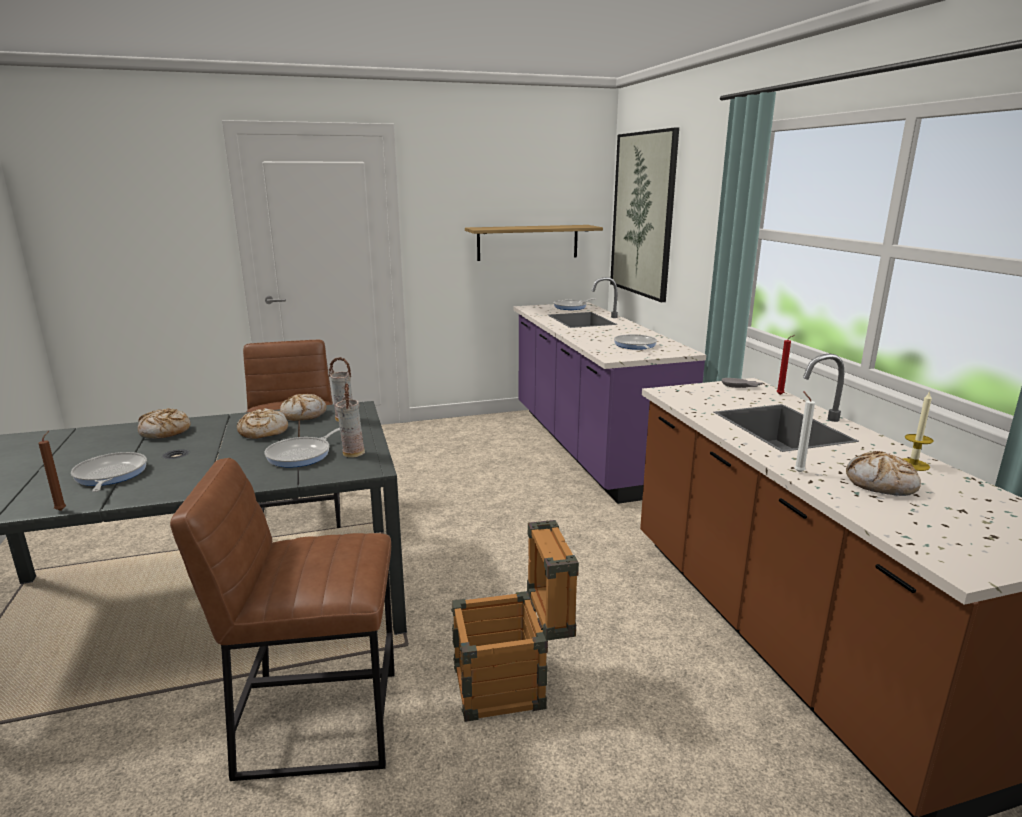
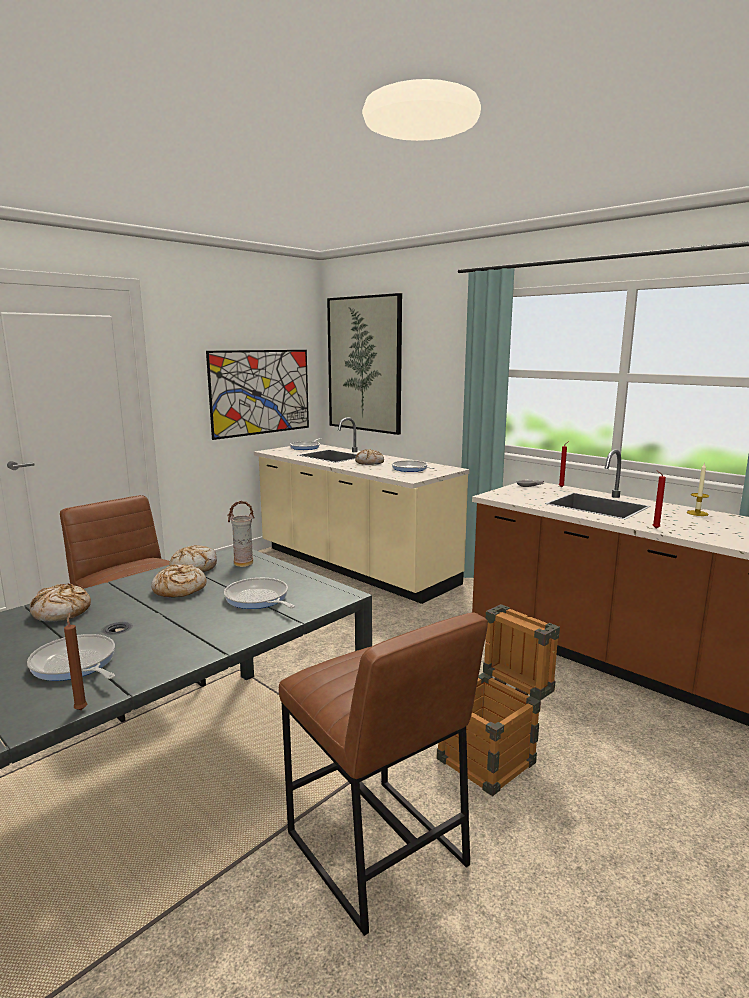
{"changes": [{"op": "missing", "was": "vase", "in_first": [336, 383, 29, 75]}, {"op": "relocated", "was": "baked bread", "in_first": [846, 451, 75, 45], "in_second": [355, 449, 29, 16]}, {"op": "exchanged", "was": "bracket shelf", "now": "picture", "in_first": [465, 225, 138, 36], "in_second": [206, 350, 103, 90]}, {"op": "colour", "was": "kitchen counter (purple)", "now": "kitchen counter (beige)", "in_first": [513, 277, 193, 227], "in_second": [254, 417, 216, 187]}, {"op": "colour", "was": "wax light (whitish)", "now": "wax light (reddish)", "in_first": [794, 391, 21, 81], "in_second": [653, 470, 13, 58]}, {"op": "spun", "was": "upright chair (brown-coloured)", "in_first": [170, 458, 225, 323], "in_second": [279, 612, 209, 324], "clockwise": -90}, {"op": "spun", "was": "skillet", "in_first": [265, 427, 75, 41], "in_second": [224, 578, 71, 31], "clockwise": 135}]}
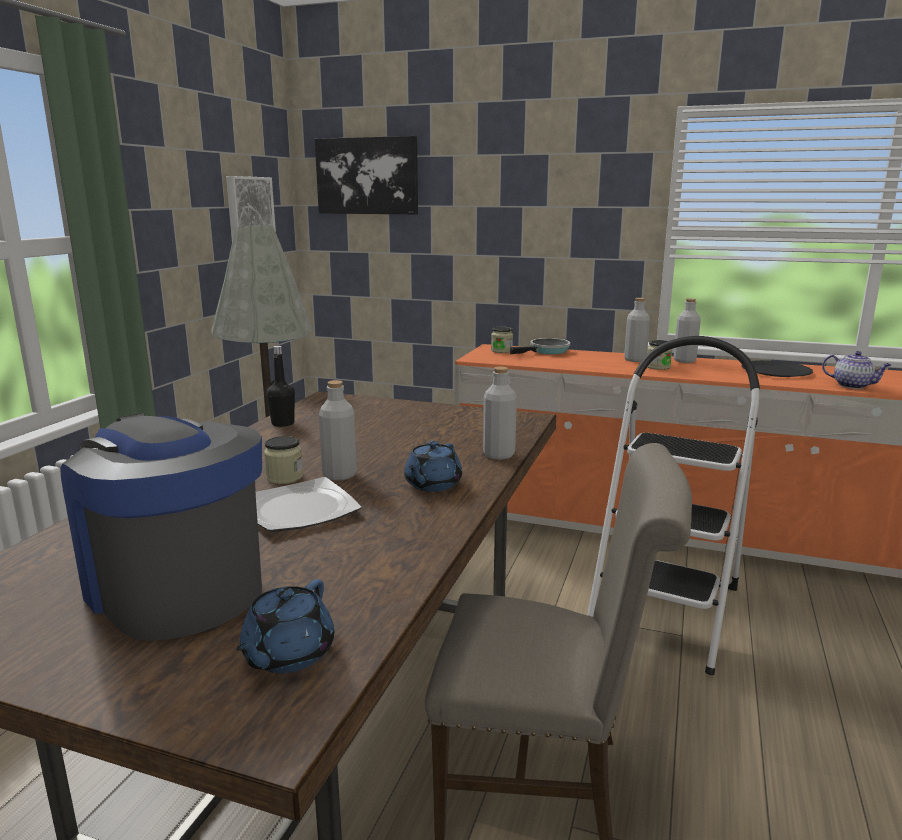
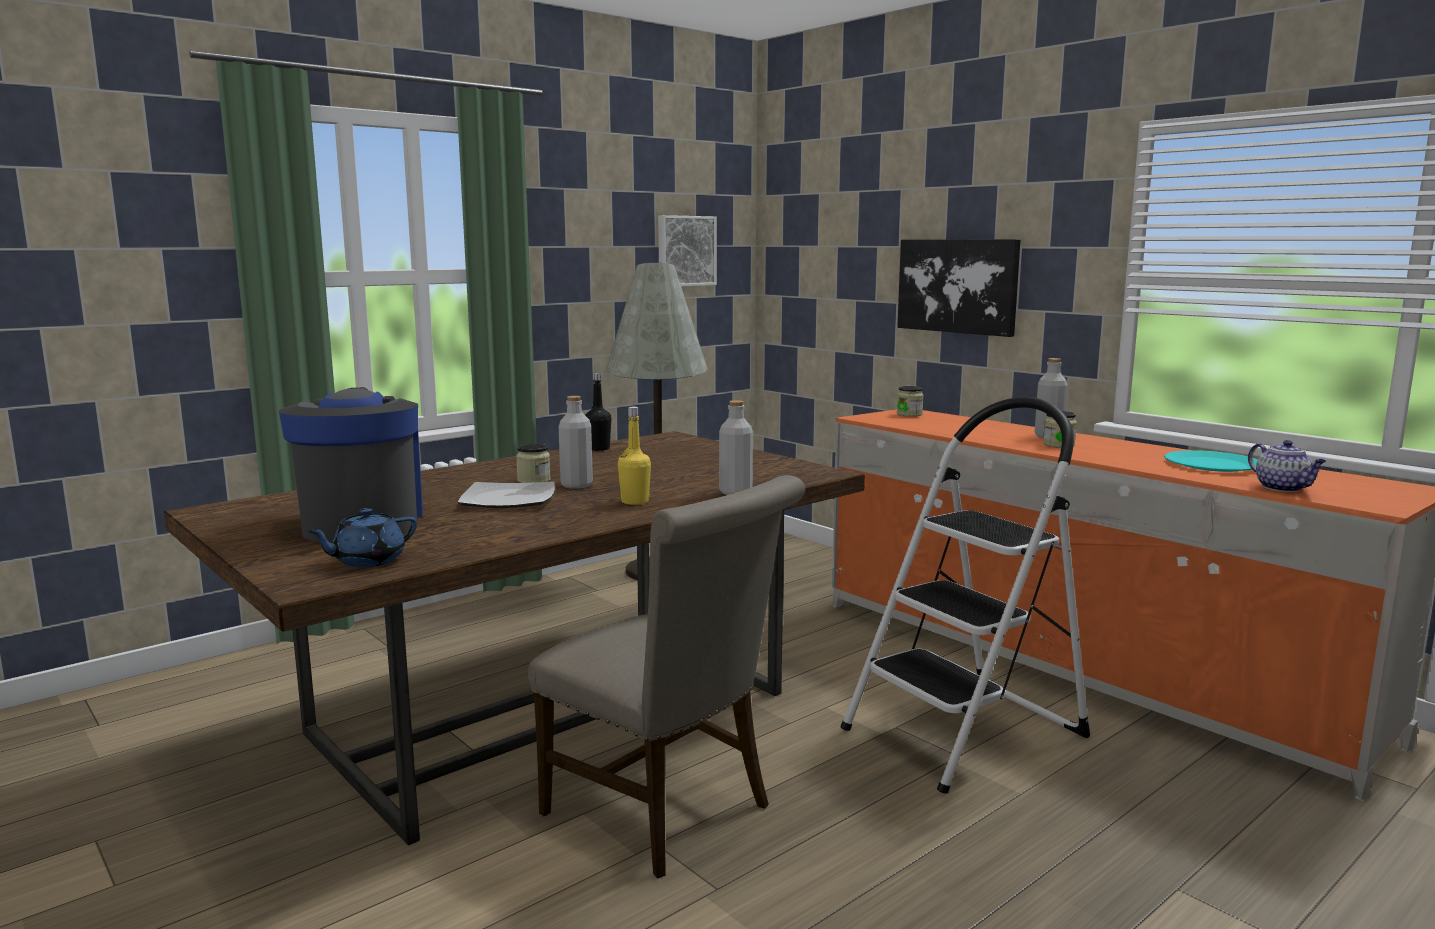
{"changes": [{"op": "missing", "was": "skillet", "in_first": [510, 338, 60, 16]}, {"op": "missing", "was": "beverage bottle (gray)", "in_first": [673, 298, 28, 65]}, {"op": "relocated", "was": "picture", "in_first": [315, 136, 103, 79], "in_second": [897, 239, 123, 98]}, {"op": "exchanged", "was": "pot for tea (blue)", "now": "beverage bottle (yellow-coloured)", "in_first": [404, 441, 58, 51], "in_second": [618, 407, 33, 98]}, {"op": "colour", "was": "flat dish (blackish)", "now": "flat dish (turquoise-coloured)", "in_first": [741, 360, 72, 17], "in_second": [1164, 450, 93, 22]}]}
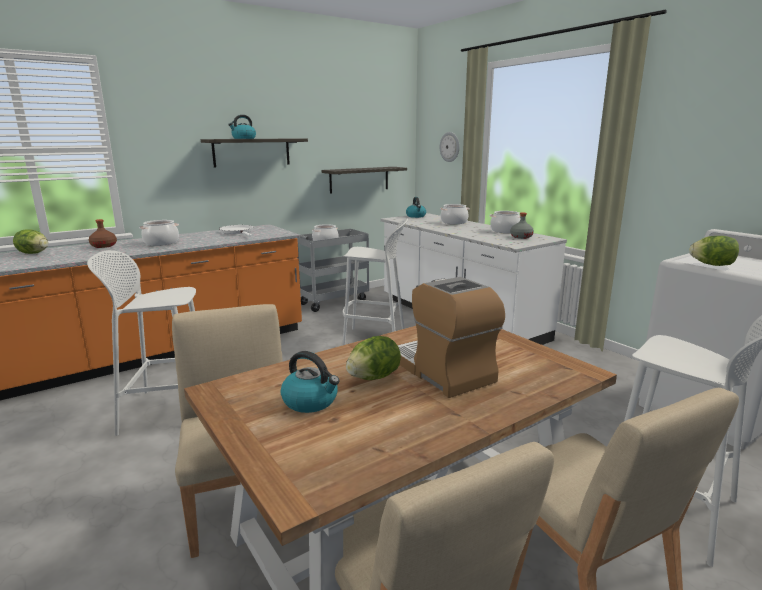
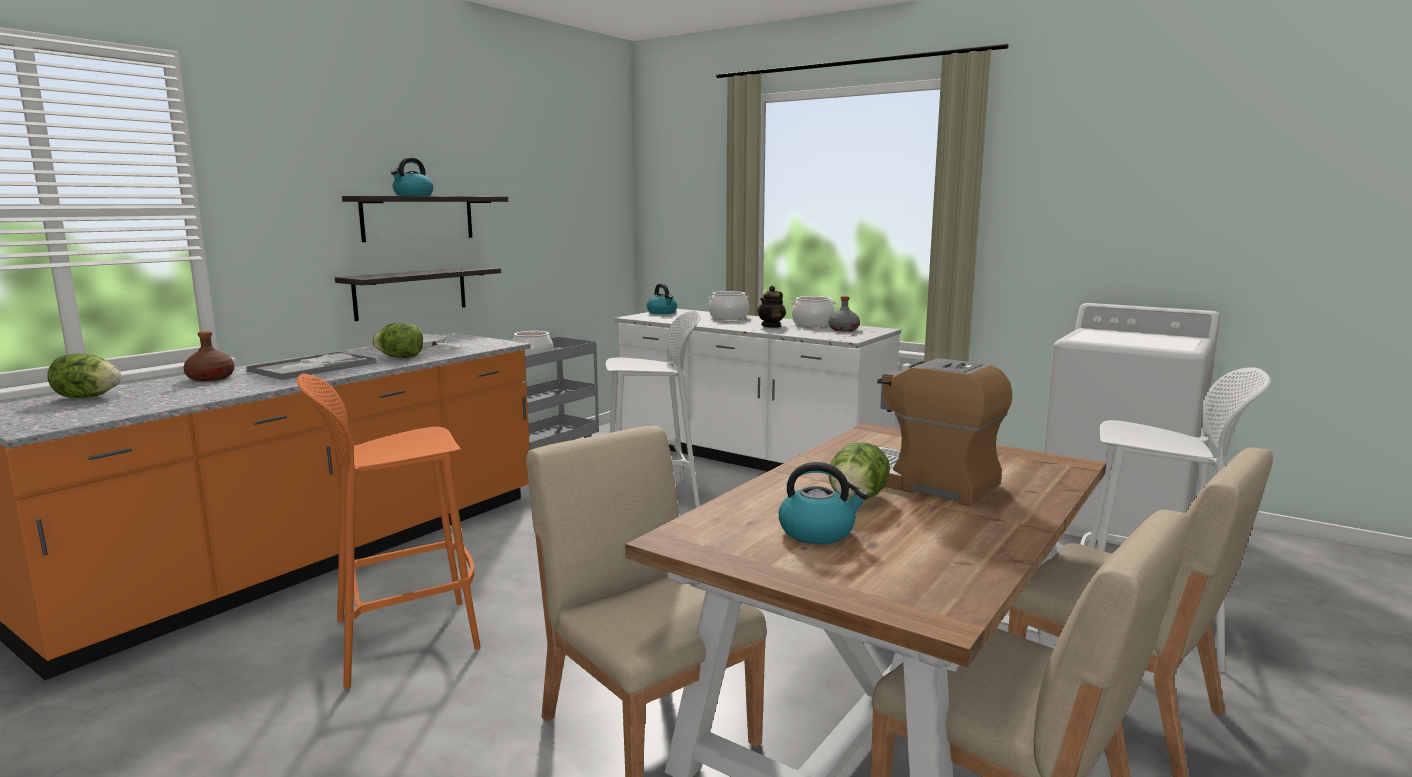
{"changes": [{"op": "missing", "was": "hanging clock", "in_first": [440, 132, 19, 30]}, {"op": "appeared", "now": "pot for tea", "in_second": [757, 286, 29, 42]}, {"op": "relocated", "was": "bracket shelf", "in_first": [321, 167, 86, 27], "in_second": [335, 267, 166, 54]}, {"op": "relocated", "was": "head of lettuce", "in_first": [689, 236, 50, 30], "in_second": [372, 323, 51, 35]}, {"op": "exchanged", "was": "saucepot", "now": "carrying tray", "in_first": [139, 220, 40, 26], "in_second": [246, 351, 130, 29]}, {"op": "colour", "was": "sitting stool (whitish)", "now": "sitting stool (orange)", "in_first": [87, 250, 109, 186], "in_second": [297, 374, 184, 315]}]}
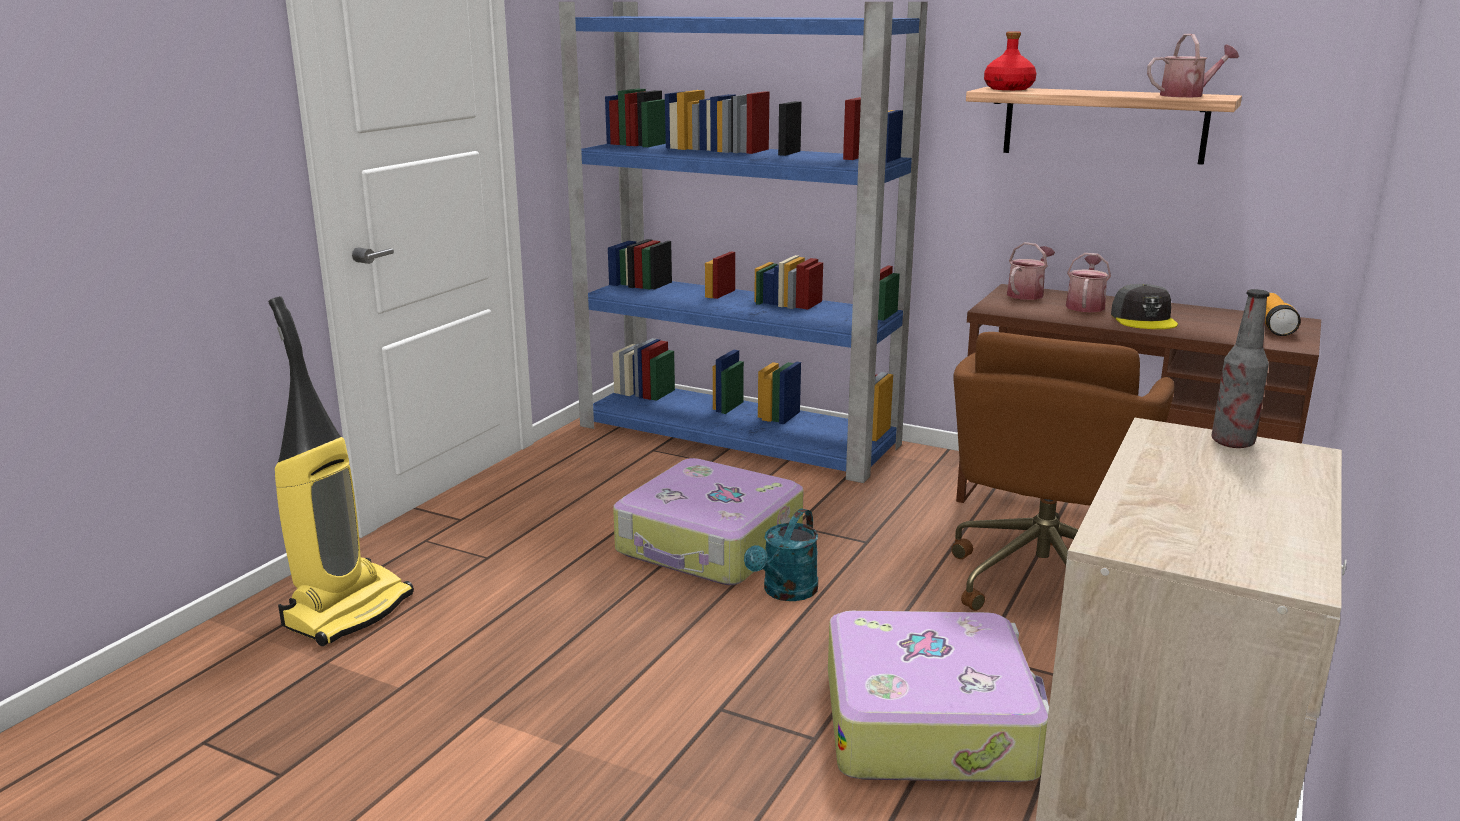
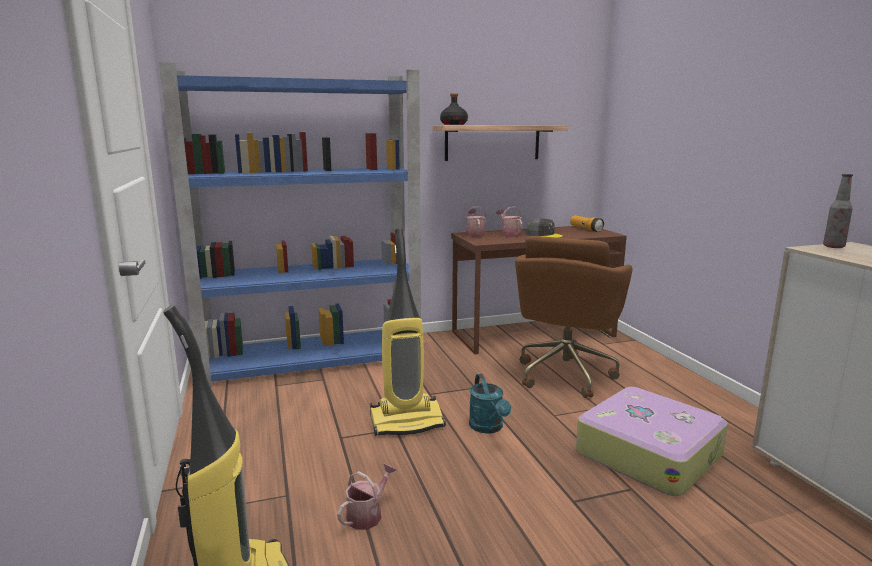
{"changes": [{"op": "relocated", "was": "sprinkling can", "in_first": [1147, 34, 92, 63], "in_second": [337, 463, 60, 67]}, {"op": "exchanged", "was": "suitcase", "now": "hoover", "in_first": [613, 458, 191, 127], "in_second": [370, 228, 76, 208]}, {"op": "colour", "was": "beverage bottle (reddish)", "now": "beverage bottle (blackish)", "in_first": [984, 31, 52, 59], "in_second": [440, 93, 28, 32]}, {"op": "spun", "was": "computer chair (brown-coloured)", "in_first": [951, 332, 223, 279], "in_second": [515, 236, 118, 162], "clockwise": 45}]}
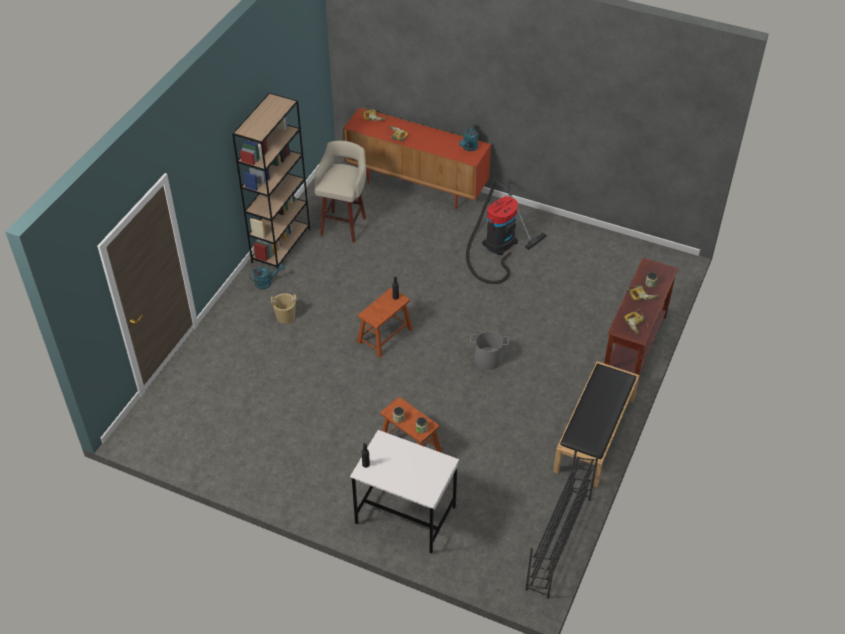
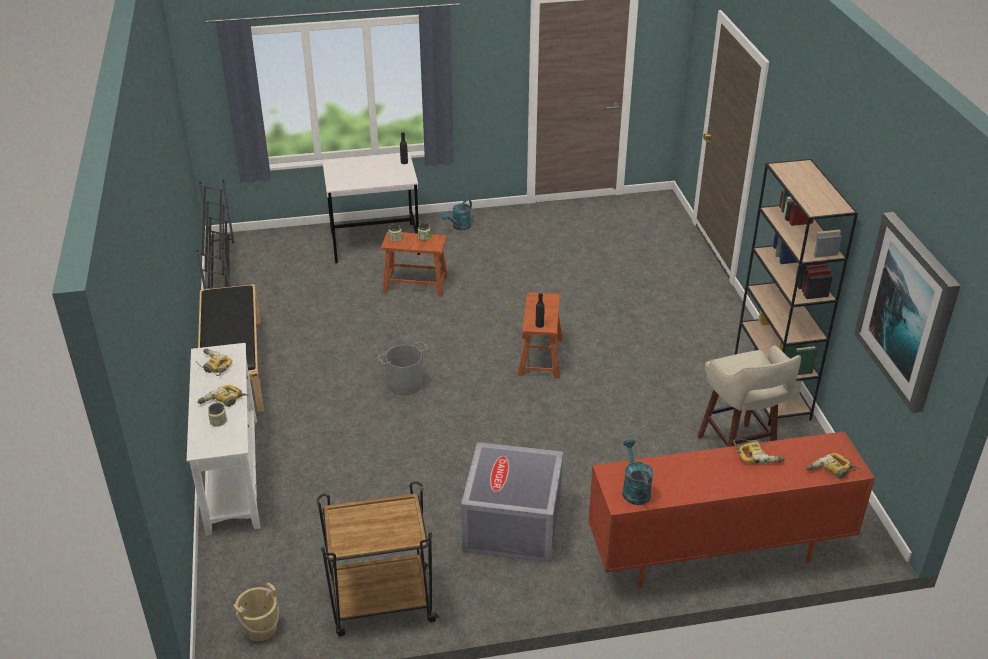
{"changes": [{"op": "appeared", "now": "trolley (brown-coloured)", "in_second": [317, 481, 122, 155]}, {"op": "appeared", "now": "picture", "in_second": [854, 212, 107, 201]}, {"op": "relocated", "was": "sprinkling can (turquoise-coloured)", "in_first": [249, 264, 36, 25], "in_second": [441, 199, 31, 31]}, {"op": "relocated", "was": "pail (beige)", "in_first": [271, 293, 26, 31], "in_second": [233, 582, 46, 59]}, {"op": "exchanged", "was": "hoover", "now": "storage box (gray)", "in_first": [466, 177, 80, 107], "in_second": [461, 442, 102, 121]}, {"op": "colour", "was": "hall table (brown-coloured)", "now": "hall table (whitish)", "in_first": [604, 258, 75, 117], "in_second": [187, 343, 73, 193]}]}
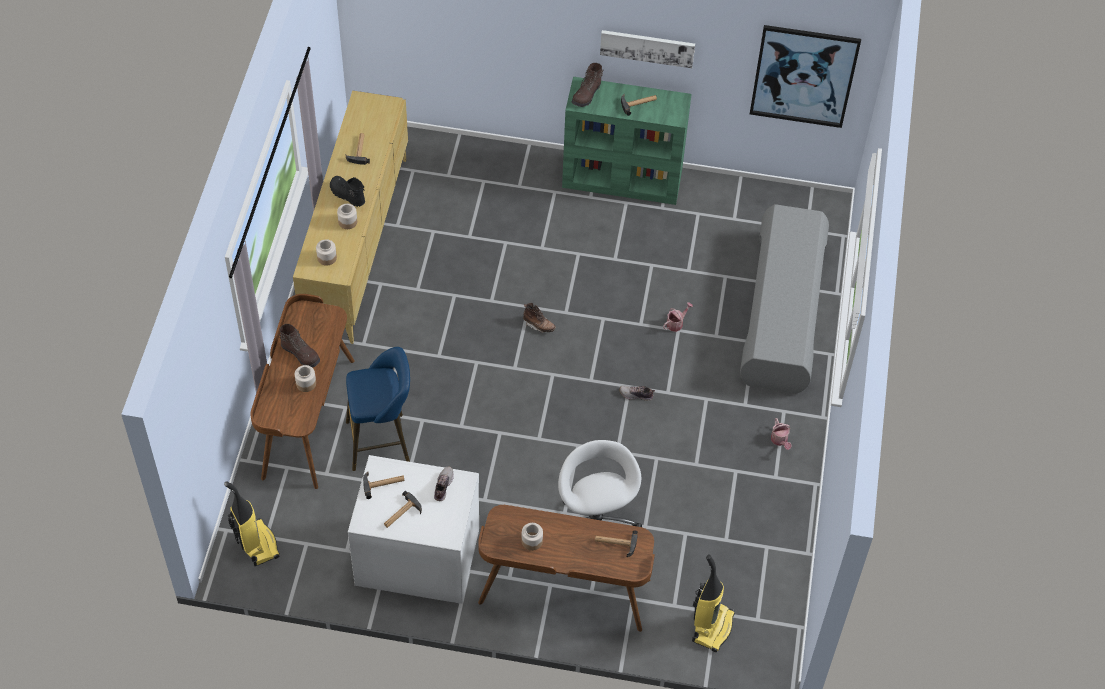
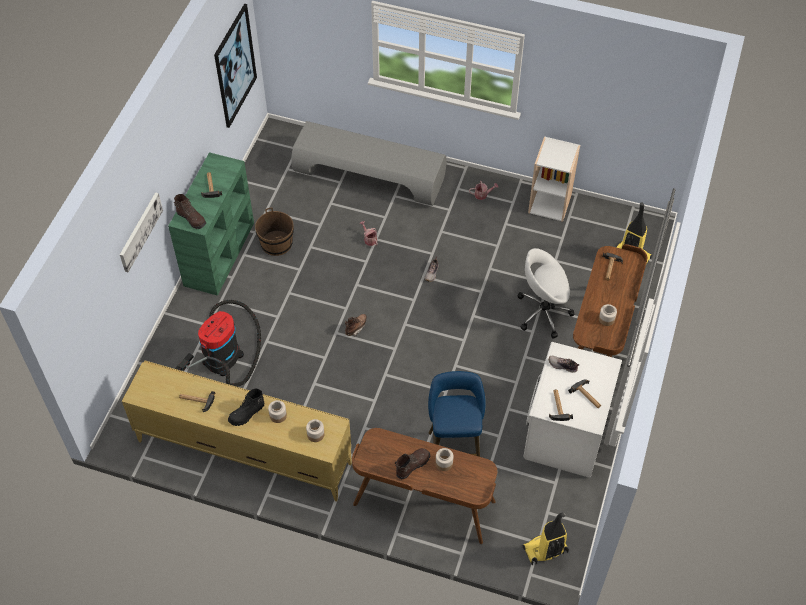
{"changes": [{"op": "appeared", "now": "hoover", "in_second": [175, 300, 86, 87]}, {"op": "appeared", "now": "pail (brown-coloured)", "in_second": [255, 207, 39, 49]}, {"op": "appeared", "now": "bookcase", "in_second": [528, 136, 52, 86]}, {"op": "relocated", "was": "picture", "in_first": [600, 30, 95, 38], "in_second": [120, 192, 43, 80]}]}
